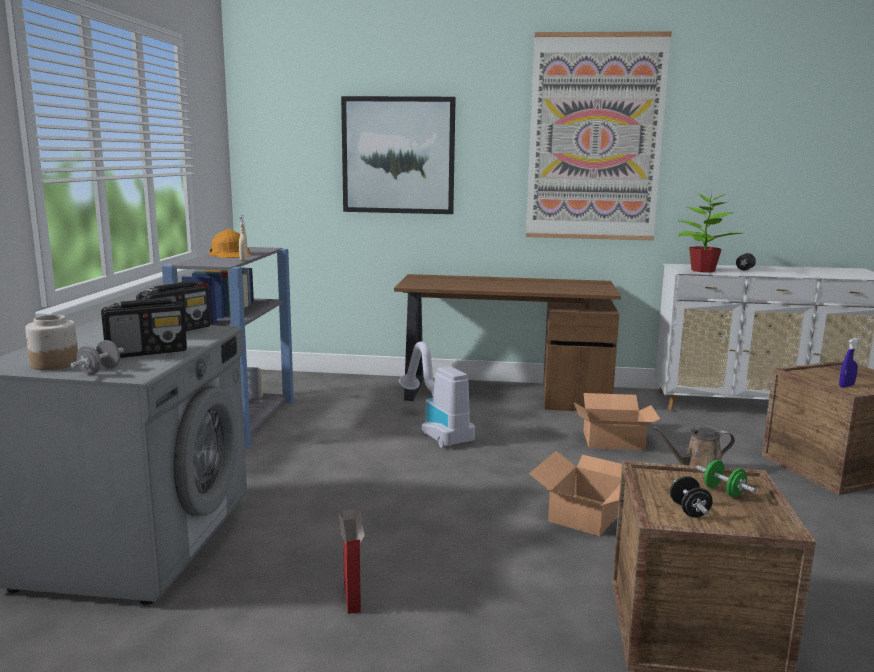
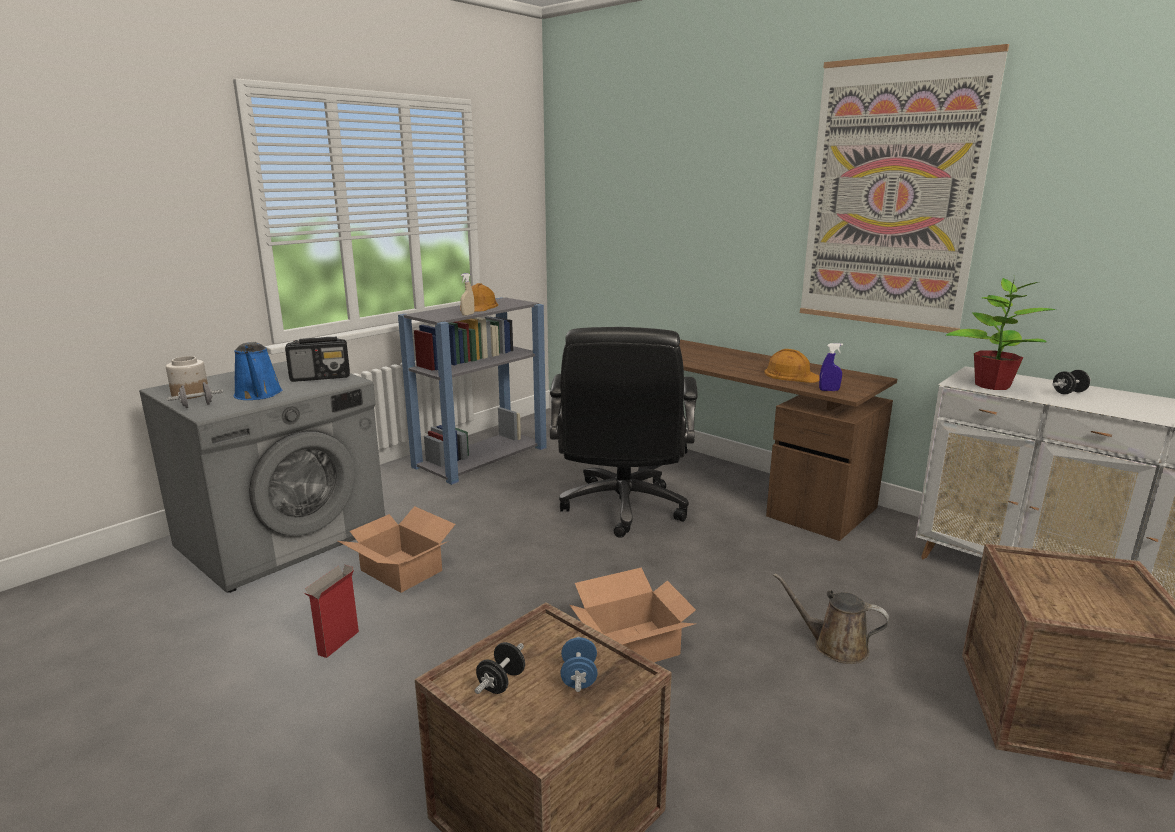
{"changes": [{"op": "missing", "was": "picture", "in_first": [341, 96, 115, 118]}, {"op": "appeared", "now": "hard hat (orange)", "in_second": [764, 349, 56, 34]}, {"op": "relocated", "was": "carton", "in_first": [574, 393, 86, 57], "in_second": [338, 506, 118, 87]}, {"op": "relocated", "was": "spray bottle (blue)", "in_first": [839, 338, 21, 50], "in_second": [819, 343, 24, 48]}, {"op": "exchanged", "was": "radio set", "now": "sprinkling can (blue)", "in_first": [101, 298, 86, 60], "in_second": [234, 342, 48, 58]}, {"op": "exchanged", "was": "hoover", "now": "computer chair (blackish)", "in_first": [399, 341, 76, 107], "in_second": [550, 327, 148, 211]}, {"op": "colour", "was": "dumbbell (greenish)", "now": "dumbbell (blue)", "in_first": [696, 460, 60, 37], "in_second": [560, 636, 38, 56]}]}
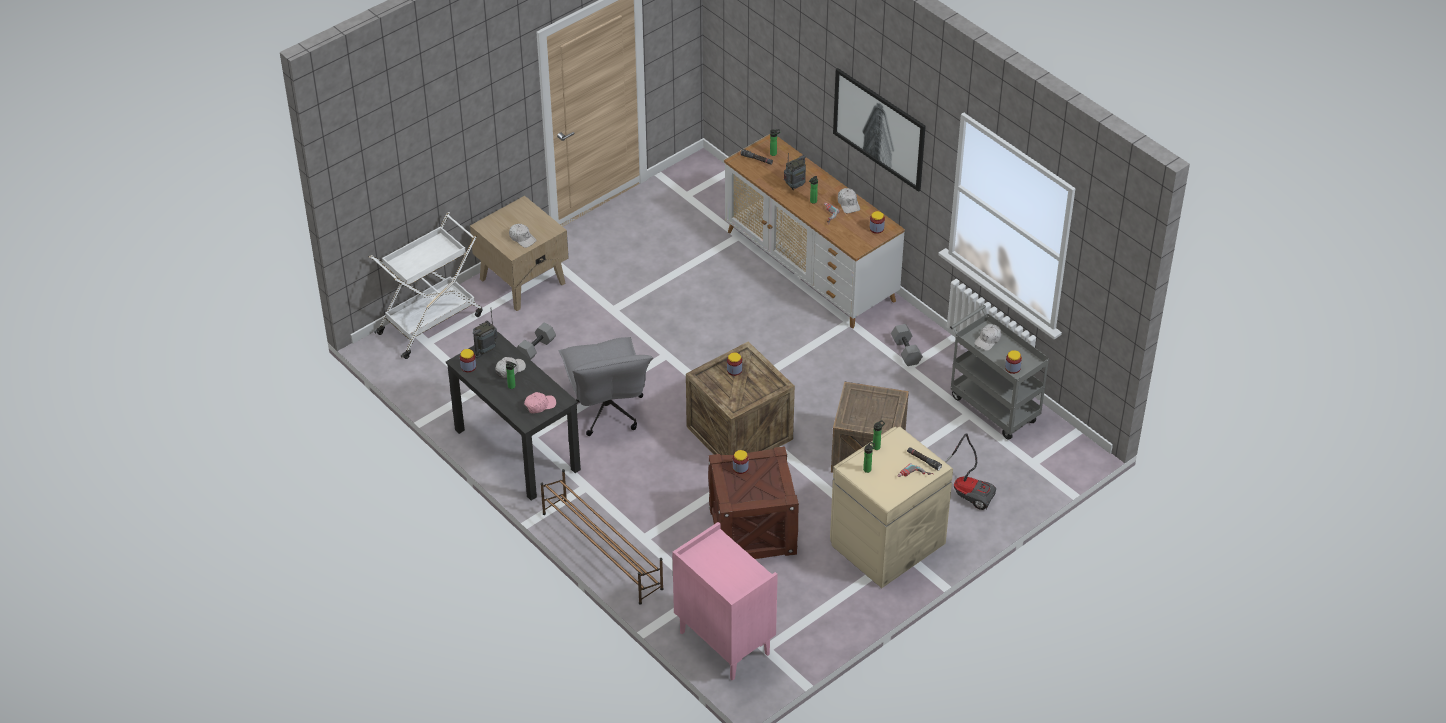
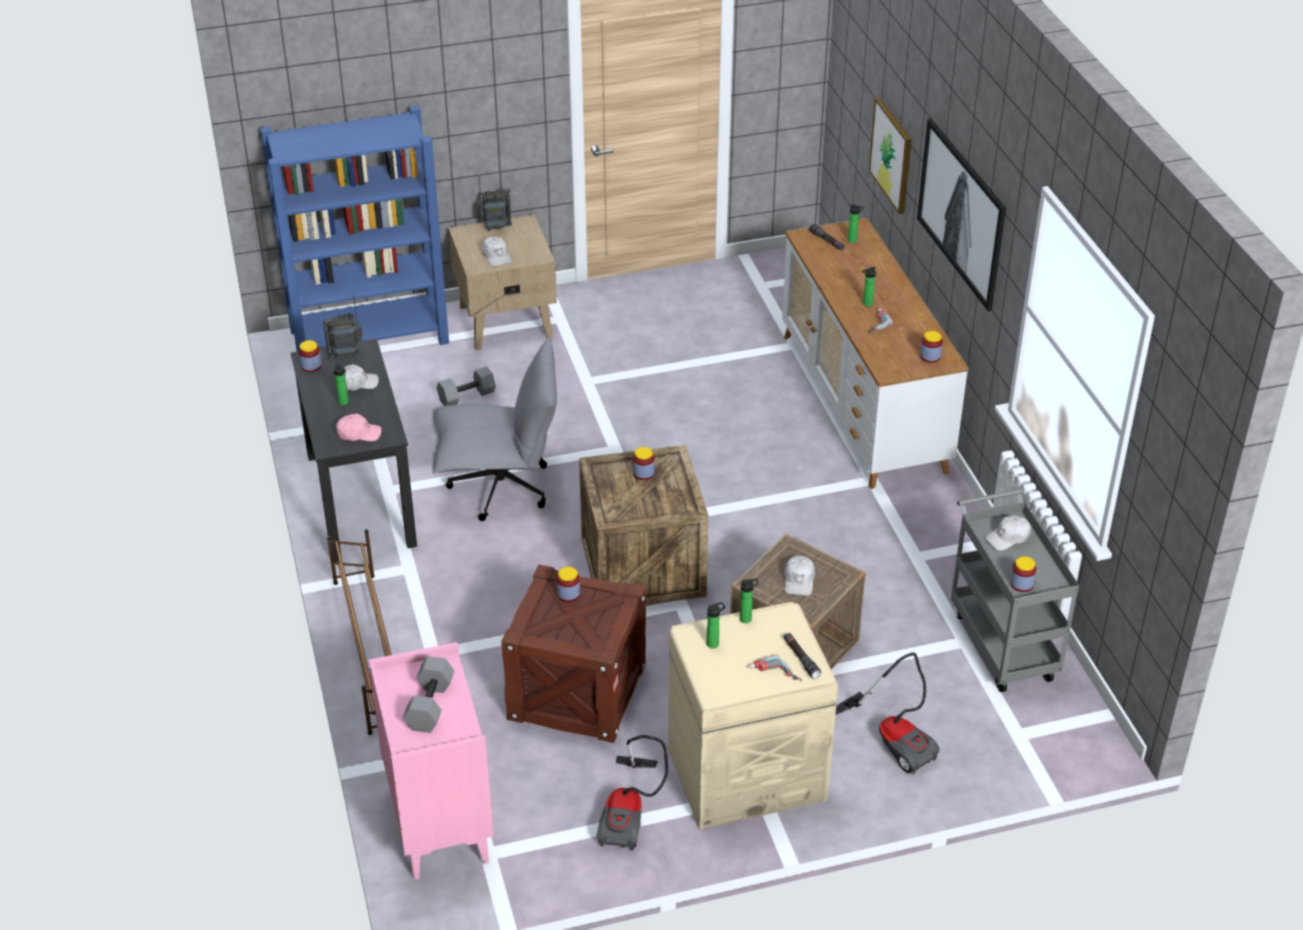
{"changes": [{"op": "appeared", "now": "hoover", "in_second": [597, 735, 71, 115]}, {"op": "appeared", "now": "picture", "in_second": [869, 97, 43, 117]}, {"op": "relocated", "was": "radio set", "in_first": [784, 153, 22, 37], "in_second": [478, 177, 34, 54]}, {"op": "relocated", "was": "peaked cap (whitish)", "in_first": [838, 188, 22, 25], "in_second": [784, 556, 31, 40]}, {"op": "relocated", "was": "dumbbell (gray)", "in_first": [891, 324, 32, 42], "in_second": [403, 656, 51, 77]}, {"op": "exchanged", "was": "trolley (whitish)", "now": "bookcase (blue)", "in_first": [369, 212, 114, 147], "in_second": [260, 105, 189, 247]}, {"op": "spun", "was": "computer chair (gray)", "in_first": [558, 337, 95, 99], "in_second": [432, 338, 125, 183], "clockwise": -105}]}
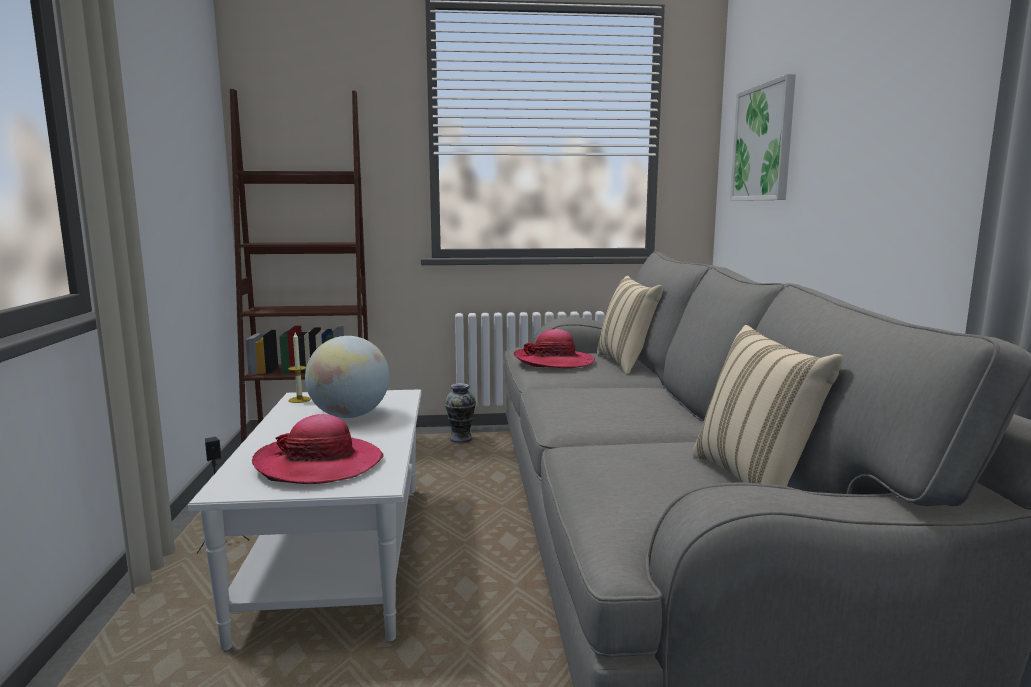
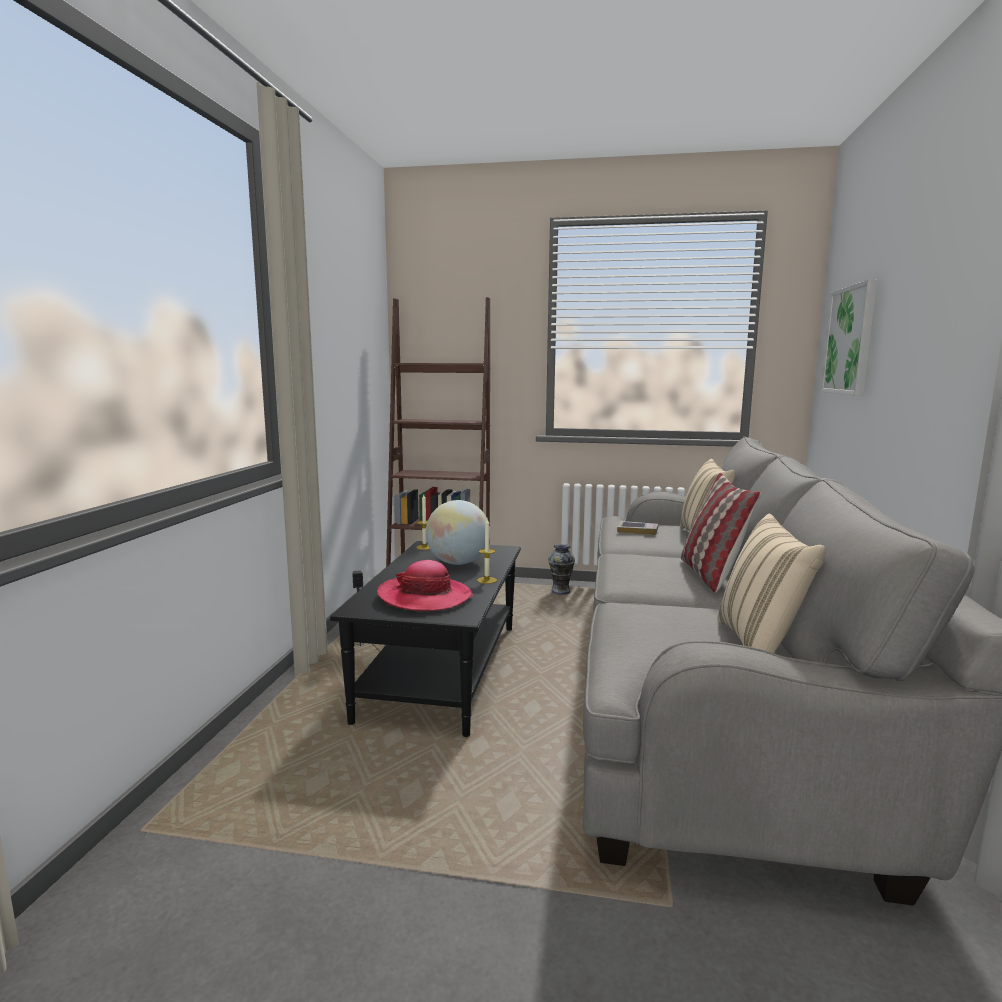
{"changes": [{"op": "appeared", "now": "wax light", "in_second": [477, 518, 20, 66]}, {"op": "appeared", "now": "pillow", "in_second": [681, 473, 80, 120]}, {"op": "exchanged", "was": "hat", "now": "volume", "in_first": [514, 329, 81, 40], "in_second": [617, 521, 41, 14]}, {"op": "colour", "was": "lounge table (whitish)", "now": "lounge table (blackish)", "in_first": [188, 389, 233, 262], "in_second": [330, 541, 191, 196]}]}
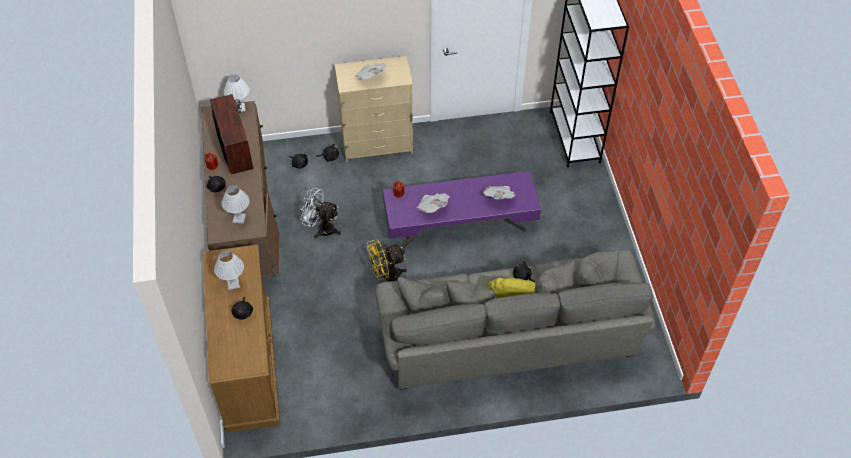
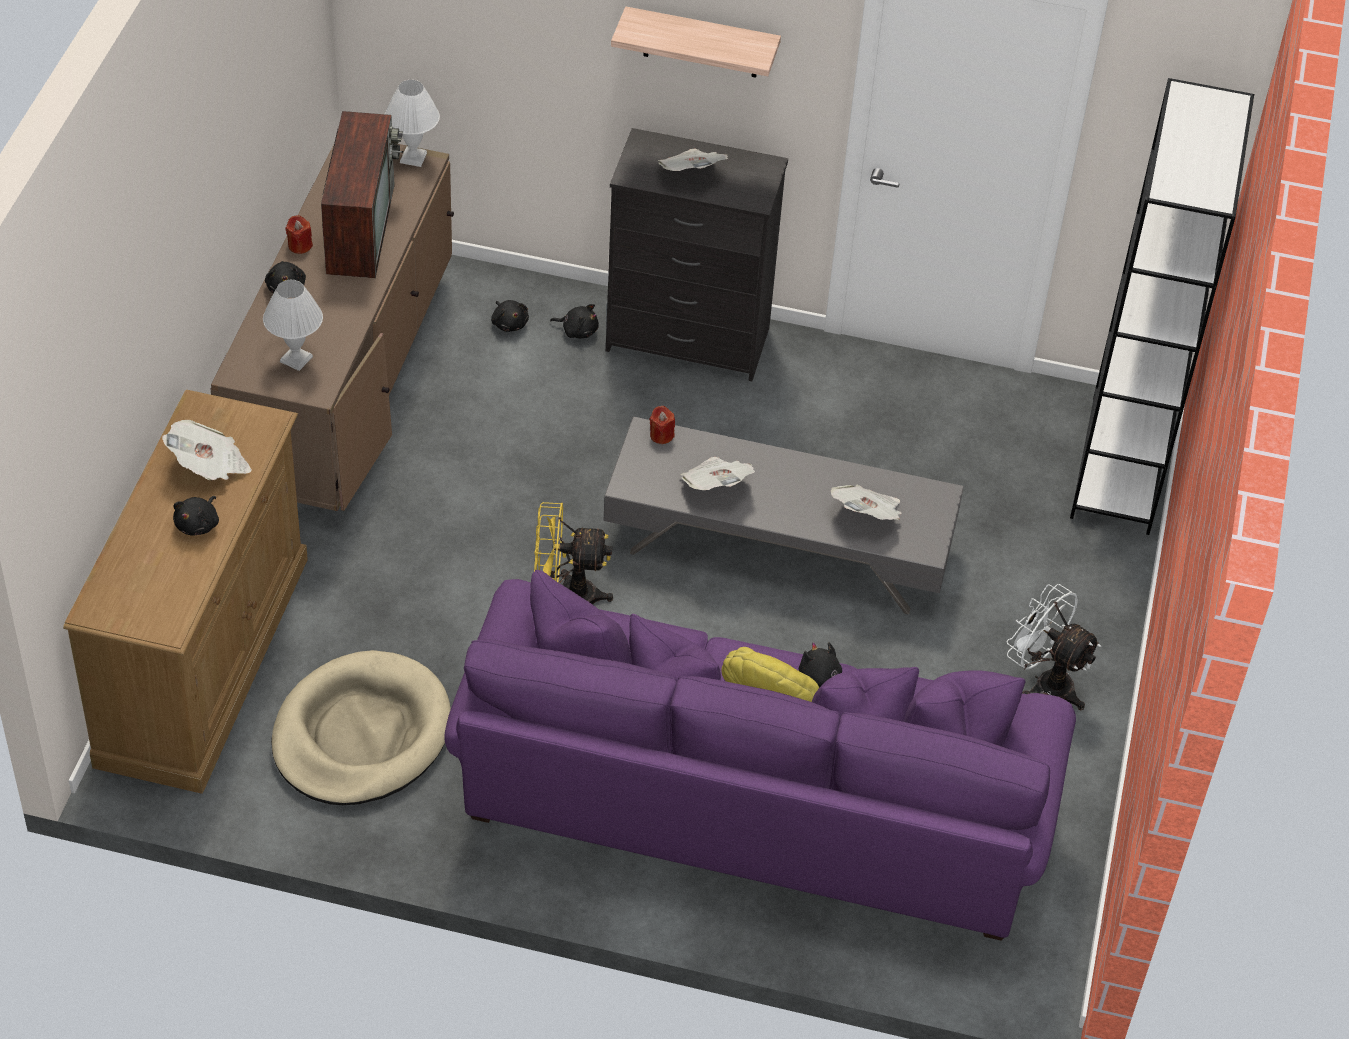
{"changes": [{"op": "appeared", "now": "dog cushion (beige)", "in_second": [271, 650, 180, 155]}, {"op": "appeared", "now": "bracket shelf", "in_second": [611, 7, 170, 71]}, {"op": "relocated", "was": "cooling fan (whitish)", "in_first": [300, 188, 41, 51], "in_second": [1006, 584, 95, 126]}, {"op": "exchanged", "was": "tabletop lamp (whitish)", "now": "printed paper", "in_first": [214, 251, 30, 39], "in_second": [162, 420, 90, 60]}, {"op": "colour", "was": "chest of drawers (beige)", "now": "chest of drawers (blackish)", "in_first": [335, 56, 78, 106], "in_second": [606, 128, 182, 253]}, {"op": "colour", "was": "couch (gray)", "now": "couch (purple)", "in_first": [375, 250, 281, 140], "in_second": [444, 570, 632, 371]}, {"op": "colour", "was": "lounge table (purple)", "now": "lounge table (gray)", "in_first": [383, 171, 158, 77], "in_second": [604, 417, 360, 197]}]}
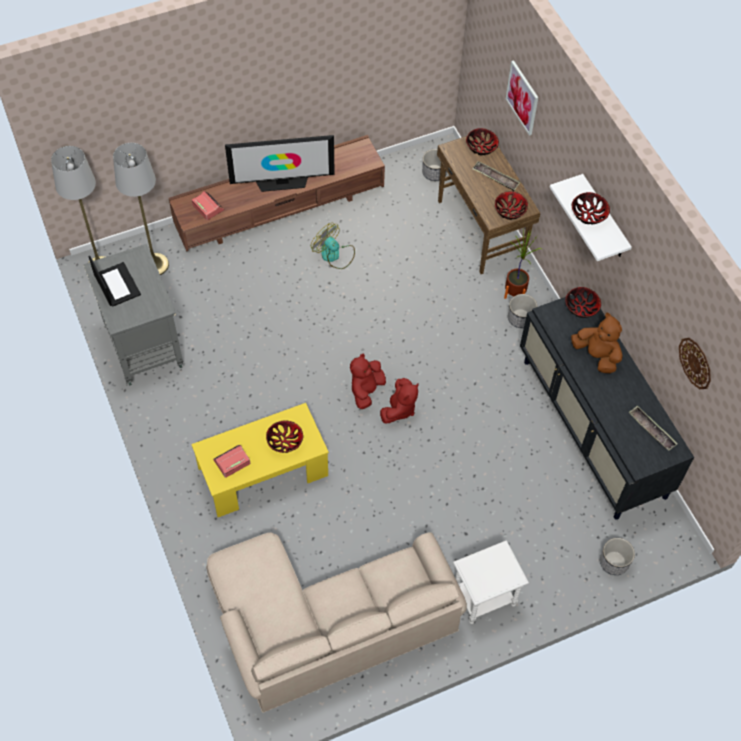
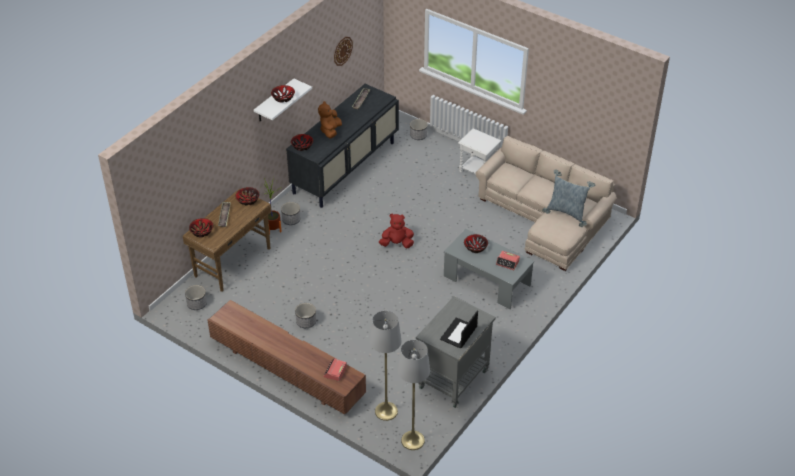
{"changes": [{"op": "missing", "was": "TV", "in_first": [225, 135, 110, 57]}, {"op": "missing", "was": "cuddly toy (reddish)", "in_first": [350, 354, 36, 55]}, {"op": "missing", "was": "picture", "in_first": [506, 60, 33, 76]}, {"op": "appeared", "now": "pillow", "in_second": [542, 170, 53, 57]}, {"op": "exchanged", "was": "cooling fan", "now": "flower pot", "in_first": [311, 223, 44, 46], "in_second": [295, 303, 21, 25]}, {"op": "colour", "was": "lounge table (yellow-coloured)", "now": "lounge table (gray)", "in_first": [191, 403, 138, 114], "in_second": [444, 229, 90, 80]}]}
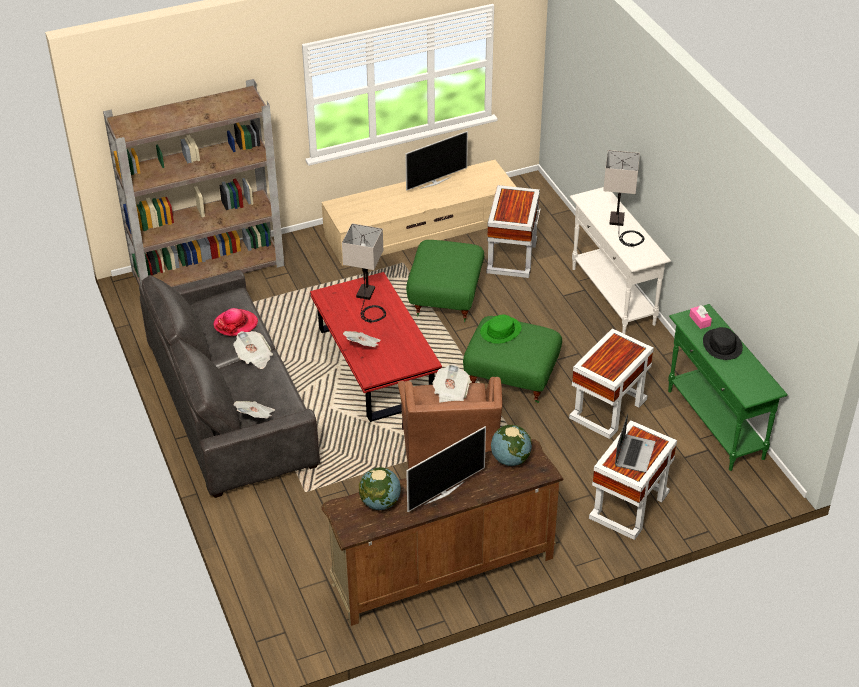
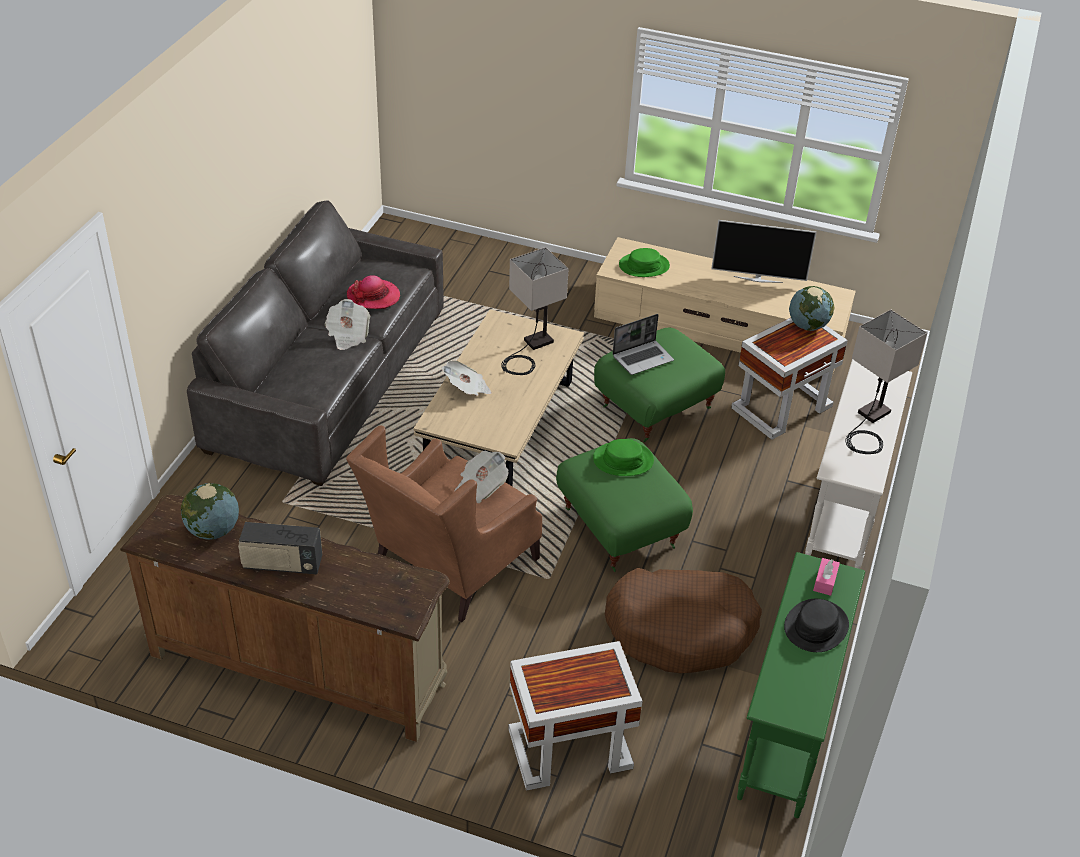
{"changes": [{"op": "missing", "was": "bookcase (brown-coloured)", "in_first": [103, 79, 181, 208]}, {"op": "missing", "was": "printed paper", "in_first": [233, 401, 42, 18]}, {"op": "appeared", "now": "hat (greenish)", "in_second": [619, 248, 51, 29]}, {"op": "relocated", "was": "desk globe", "in_first": [491, 425, 41, 41], "in_second": [789, 286, 45, 45]}, {"op": "relocated", "was": "laptop", "in_first": [615, 414, 40, 59], "in_second": [612, 314, 62, 61]}, {"op": "exchanged", "was": "TV", "now": "radio set", "in_first": [406, 426, 80, 86], "in_second": [238, 522, 84, 52]}, {"op": "exchanged", "was": "accent table (whitish)", "now": "dog cushion (brown-coloured)", "in_first": [569, 328, 85, 111], "in_second": [605, 568, 157, 105]}, {"op": "colour", "was": "lounge table (reddish)", "now": "lounge table (beige)", "in_first": [310, 272, 132, 150], "in_second": [414, 310, 170, 177]}]}
